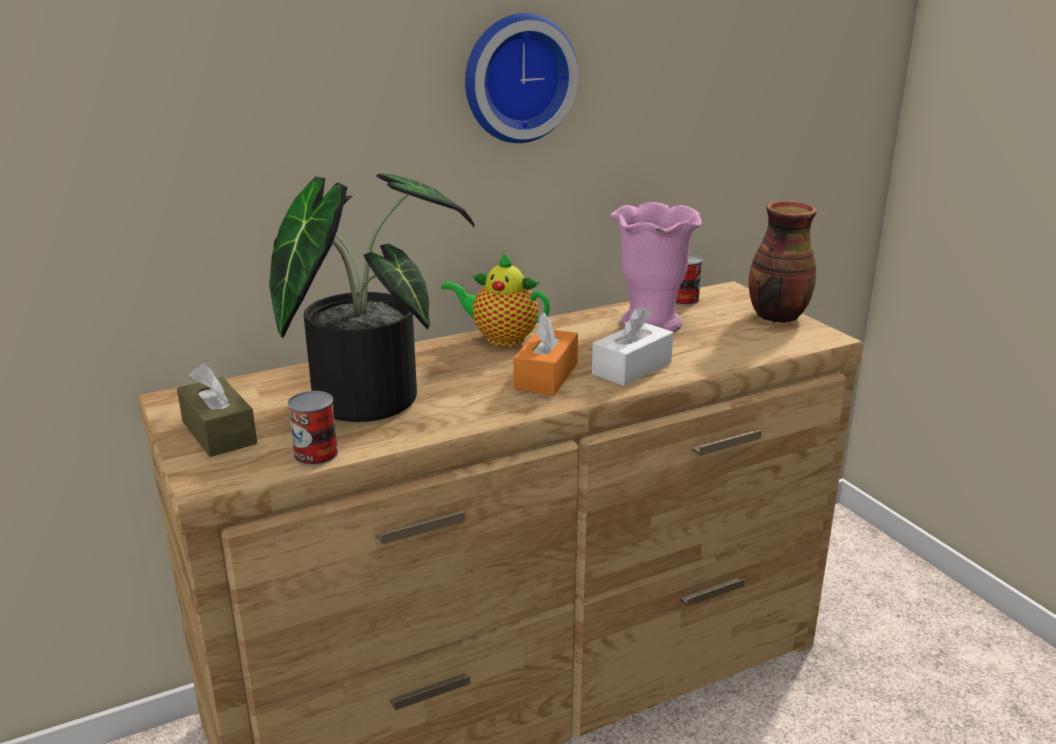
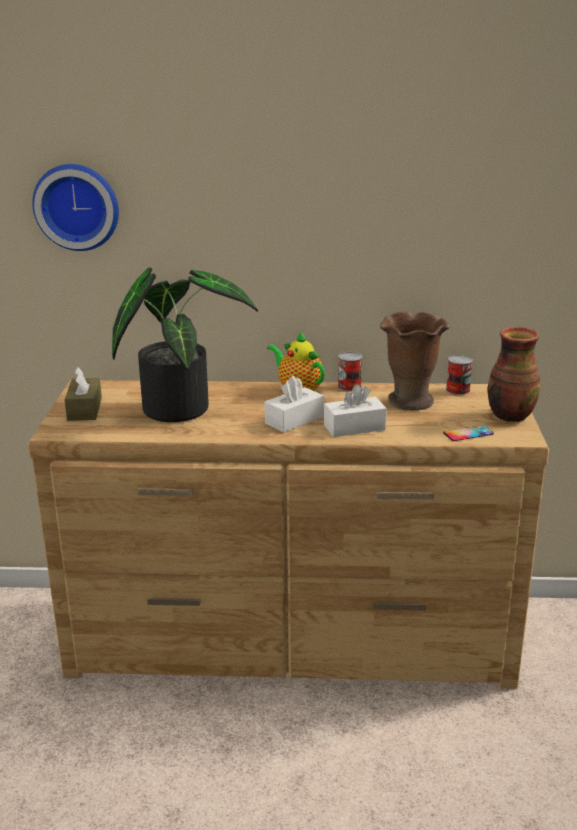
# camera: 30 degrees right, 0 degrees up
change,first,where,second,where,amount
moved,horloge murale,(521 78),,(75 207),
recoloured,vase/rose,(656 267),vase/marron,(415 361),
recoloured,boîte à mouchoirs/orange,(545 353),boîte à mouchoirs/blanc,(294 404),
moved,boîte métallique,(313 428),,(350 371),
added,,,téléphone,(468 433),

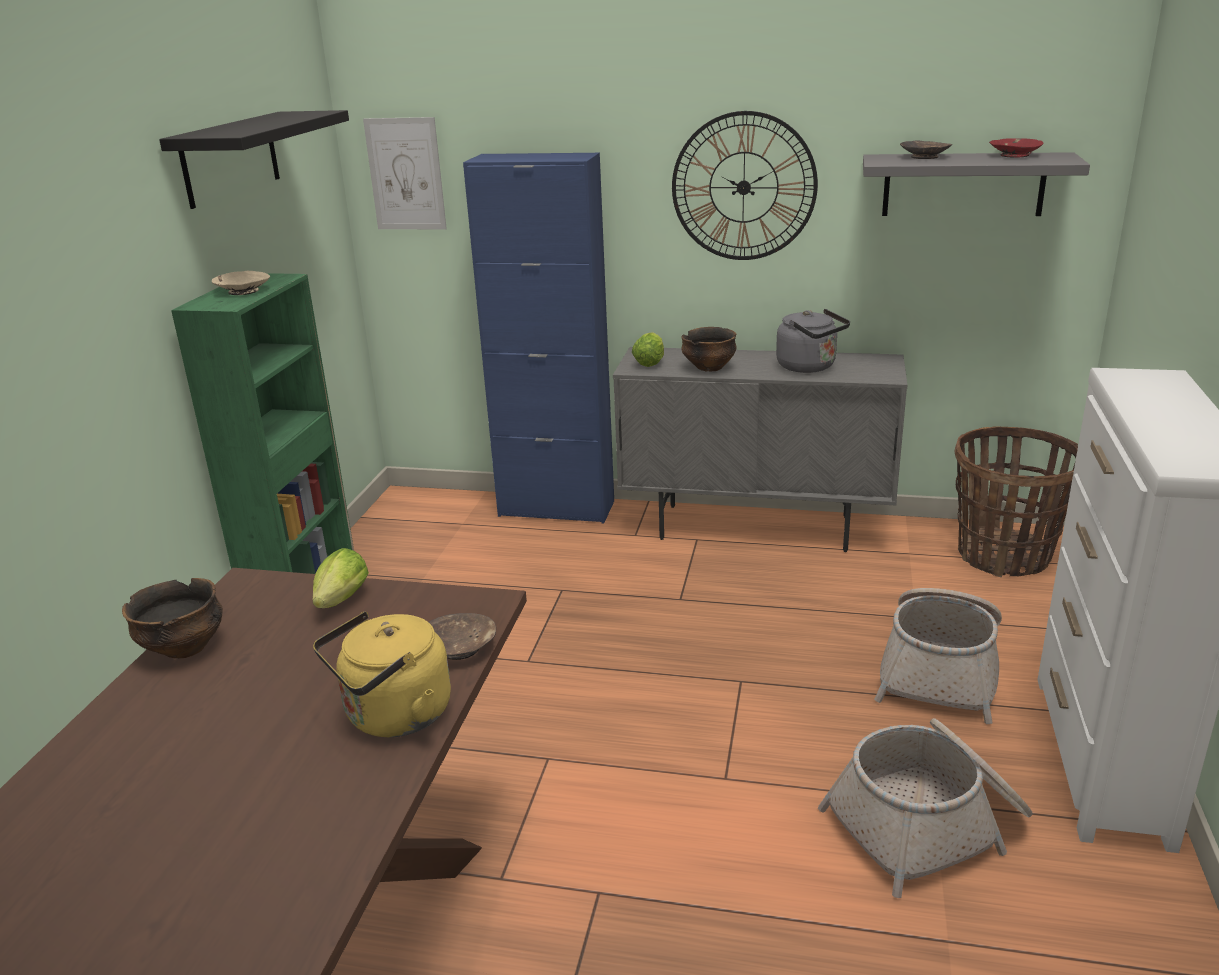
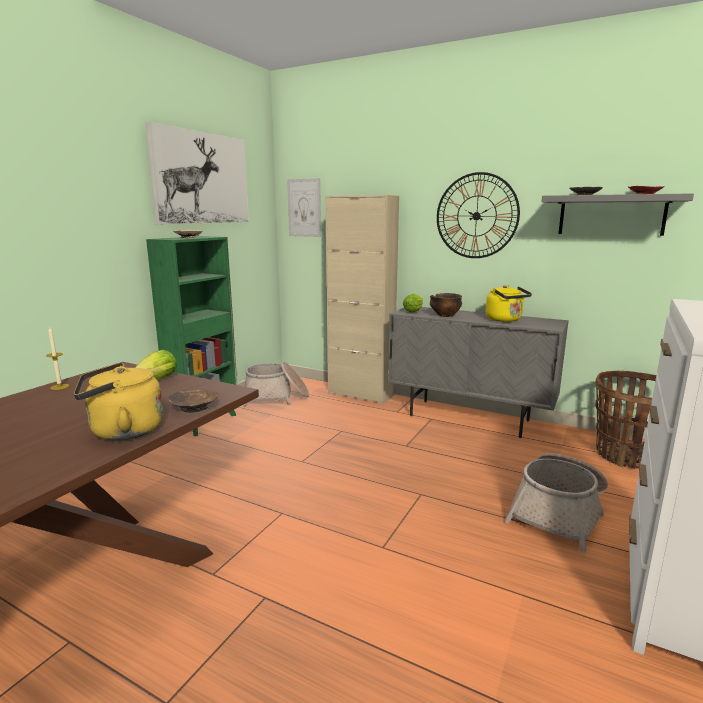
# camera: 15 degrees right, 10 degrees down
change,first,where,second,where,amount
replaced,étagère/noir,(254 159),tableau,(197 173),
recoloured,meuble de rangement/bleu,(538 338),meuble de rangement/beige,(362 299),
recoloured,bouilloire/gris,(813 341),bouilloire/jaune,(509 303),
replaced,bol,(172 618),bougie,(57 358),
moved,panier,(925 808),,(276 384),

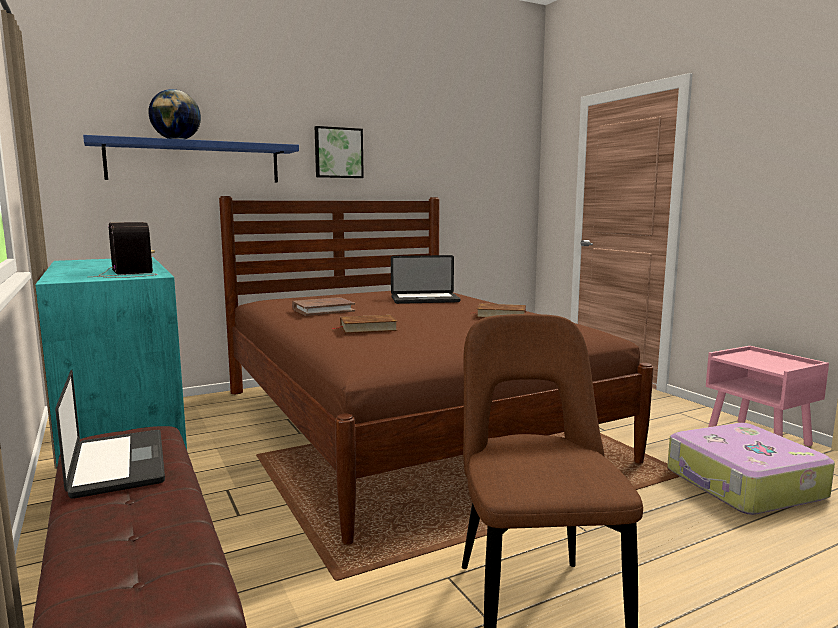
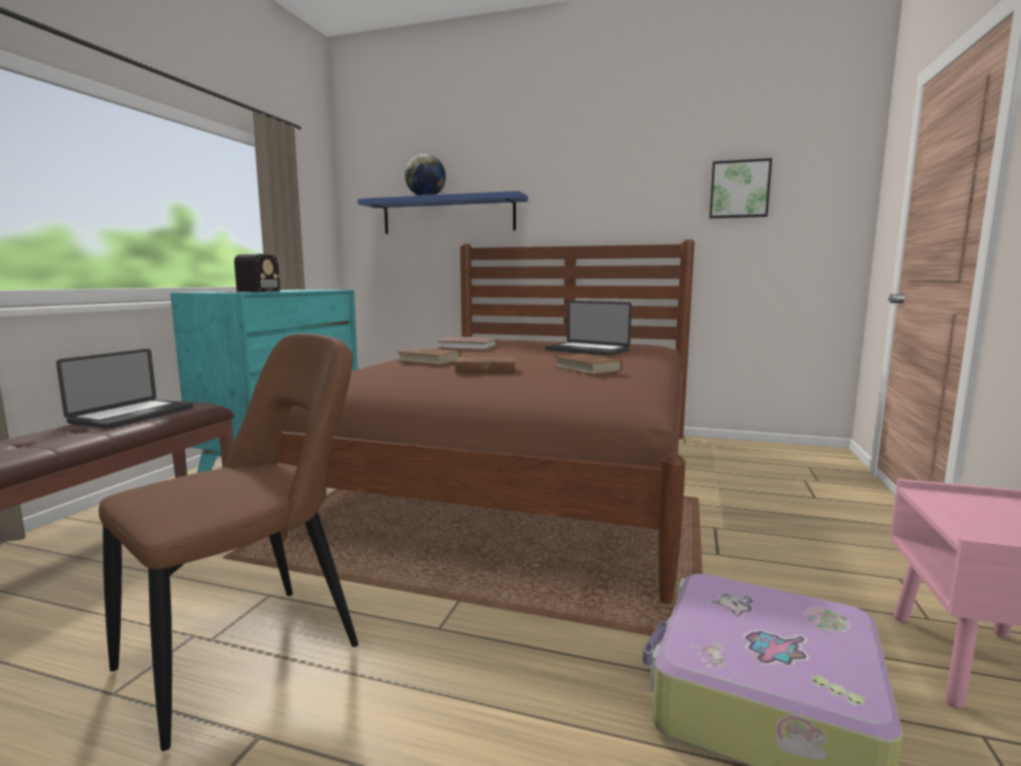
# camera: 45 degrees right, 0 degrees up
change,first,where,second,where,amount
moved,tableau,(339 152),,(740 188),
added,,,livre/marron,(490 365),

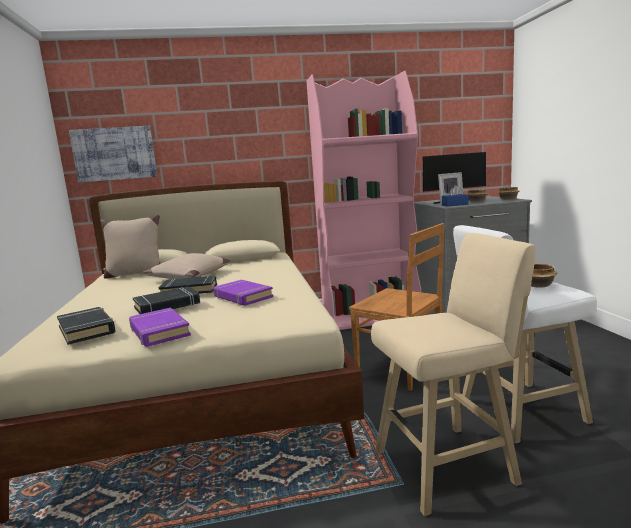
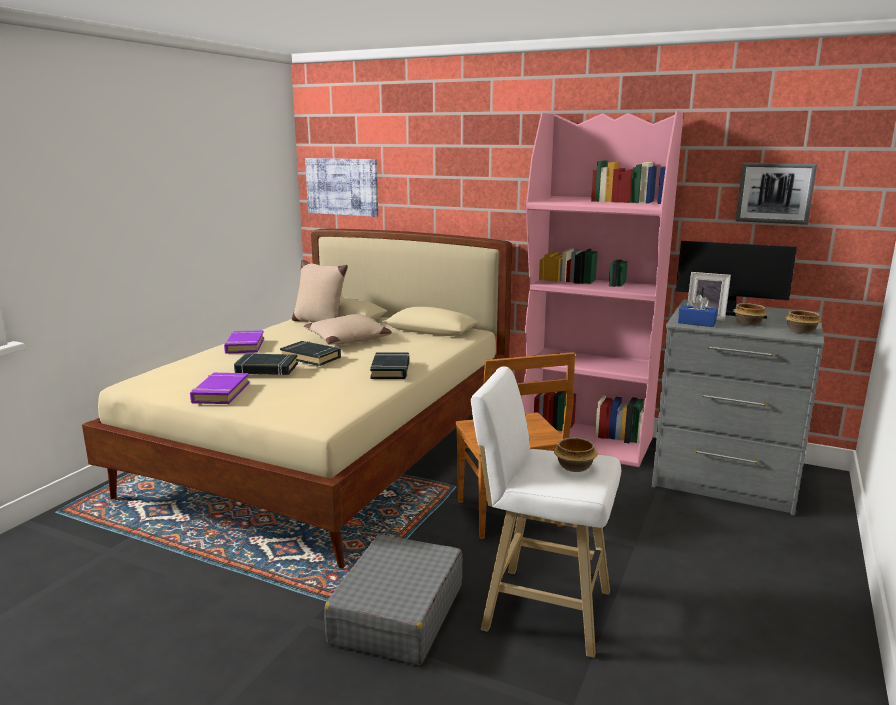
# camera: 35 degrees right, 5 degrees up
change,first,where,second,where,amount
replaced,tabouret/beige,(453 374),valise/gris,(393 600),
moved,livre/violet,(243 293),,(244 342),
moved,livre/noir,(86 326),,(390 365),
added,,,tableau,(776 194),

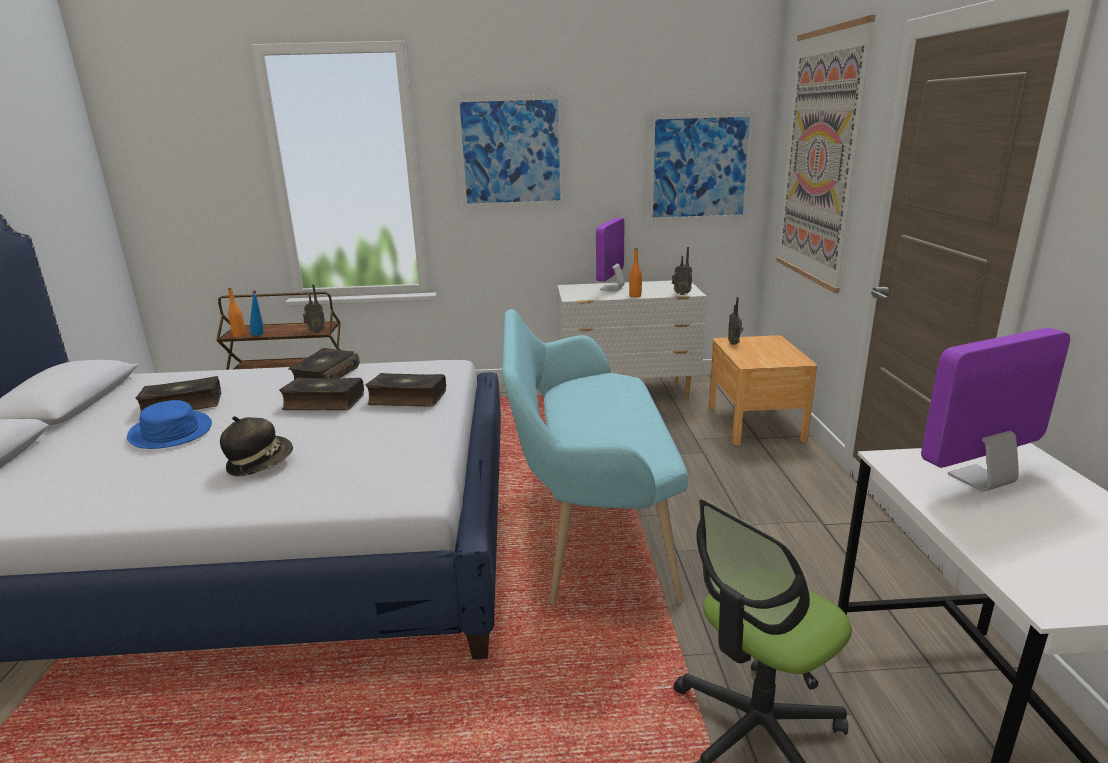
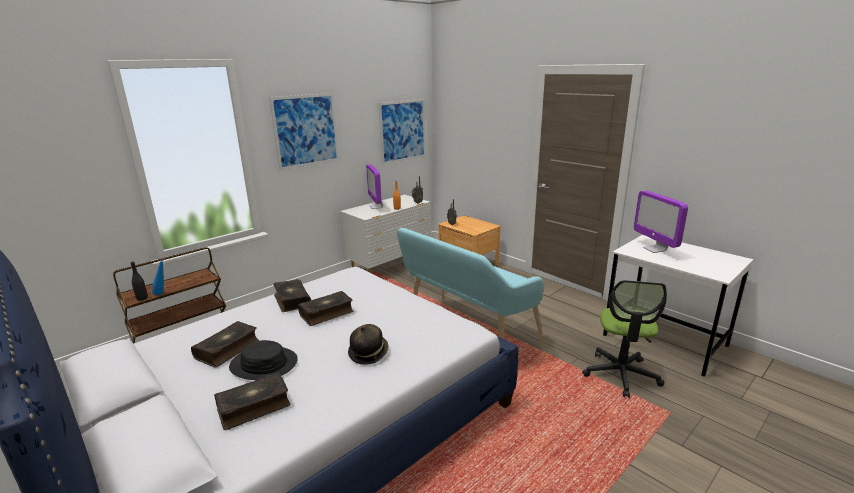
# camera: 40 degrees left, 0 degrees up
change,first,where,second,where,amount
removed,tableau,(825 154),,,
removed,radio,(314 309),,,
recoloured,bouteille/orange,(237 312),bouteille/noir,(139 281),
turned,écran d'ordinateur,(995 409),,(661 221),45 degrees counterclockwise
moved,livre,(406 389),,(252 401),
recoloured,chapeau/bleu,(169 424),chapeau/noir,(263 360),

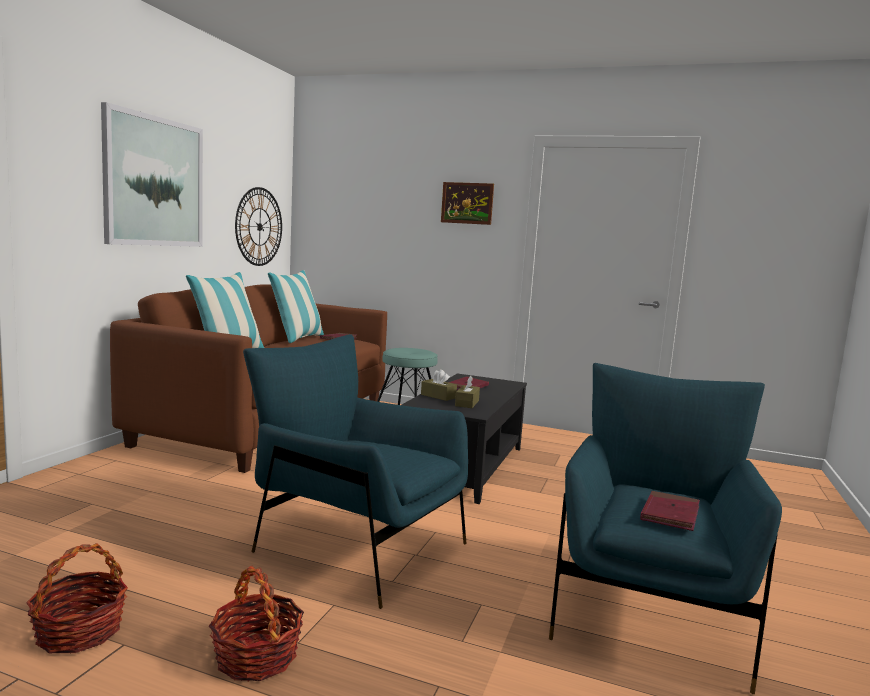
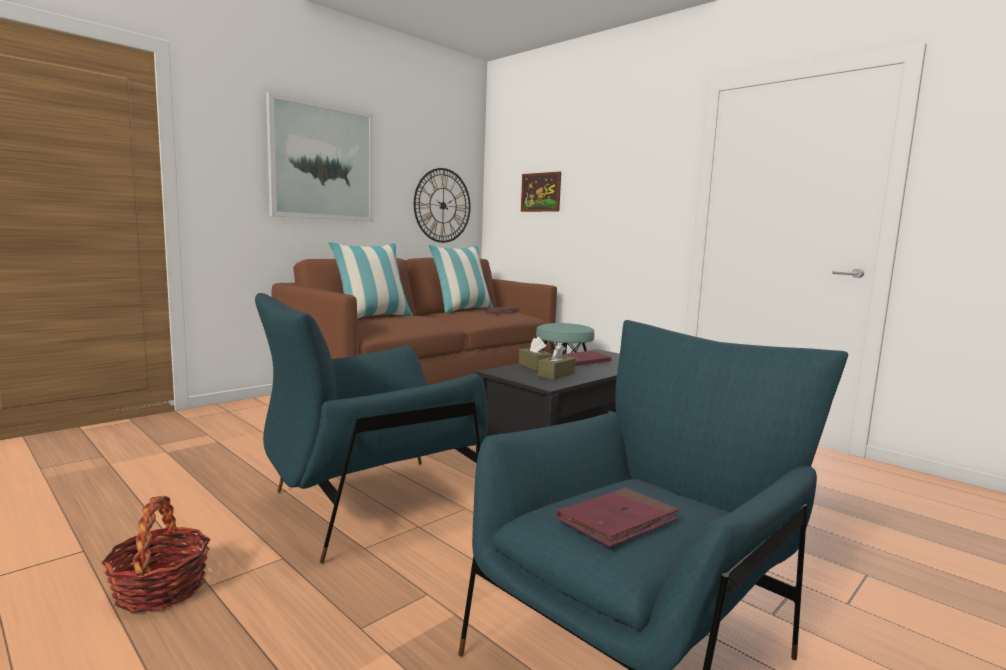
# camera: 25 degrees right, 0 degrees up
change,first,where,second,where,amount
moved,tableau,(467 203),,(541 191),
turned,fauteuil/bleu,(355 471),,(371 428),90 degrees counterclockwise
removed,panier,(77 598),,,

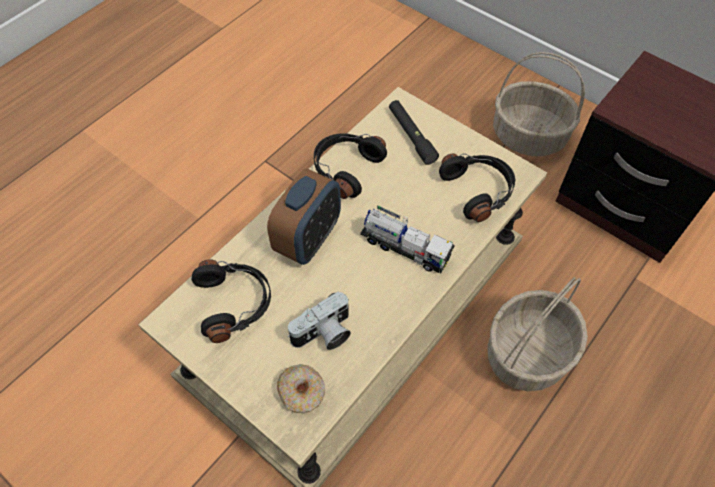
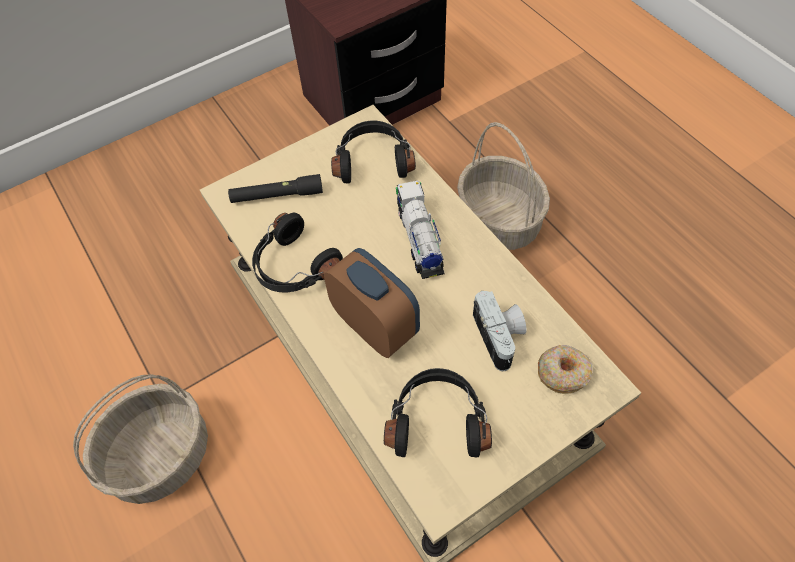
# camera: 70 degrees left, 0 degrees up
change,first,where,second,where,amount
moved,panier,(539 104),,(140 439),
turned,camion jouet,(407 240),,(420 230),60 degrees counterclockwise

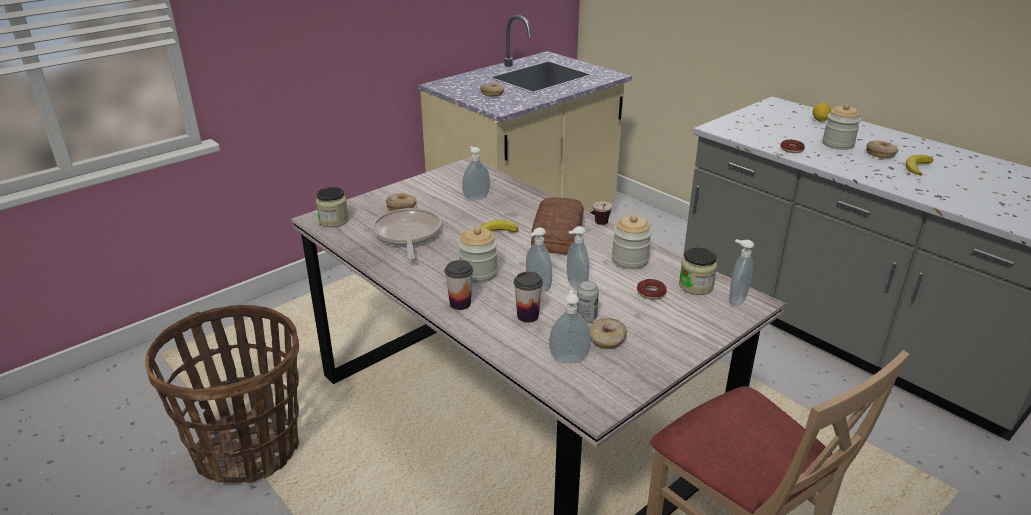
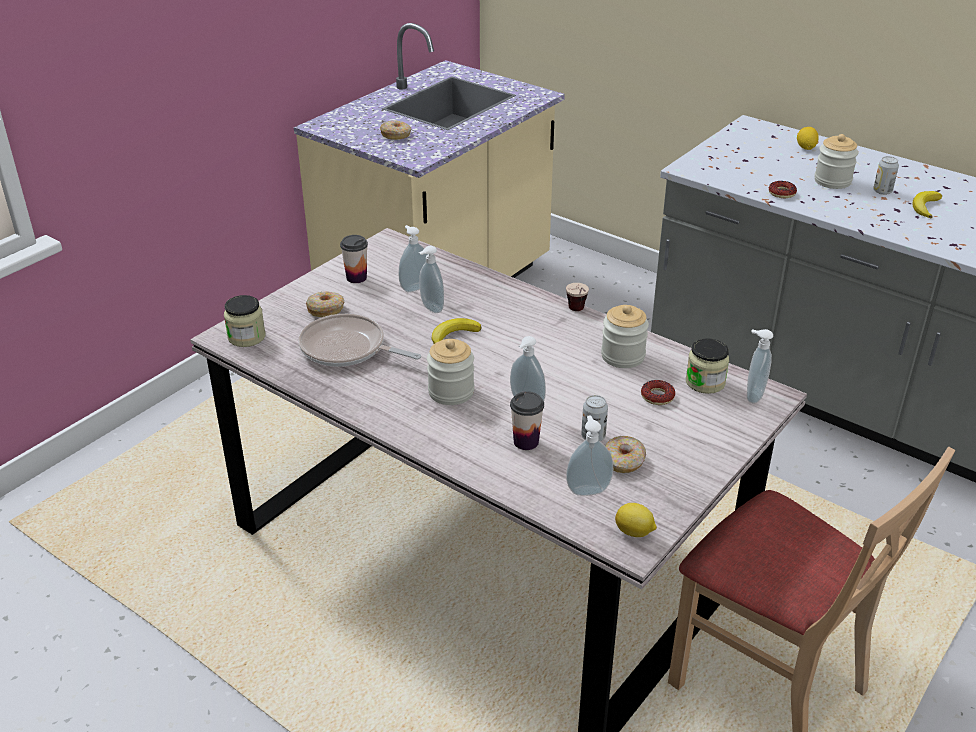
# camera: 10 degrees left, 5 degrees up
change,first,where,second,where,amount
replaced,beignet,(882 149),boîte métallique,(886 175),
removed,pain,(557 226),,,
turned,poêle,(407 234),,(359 340),45 degrees counterclockwise
moved,distributeur de savon,(578 258),,(431 279),
moved,tasse,(459 285),,(354 259),
removed,panier,(222 394),,,
added,,,citron,(636 520),

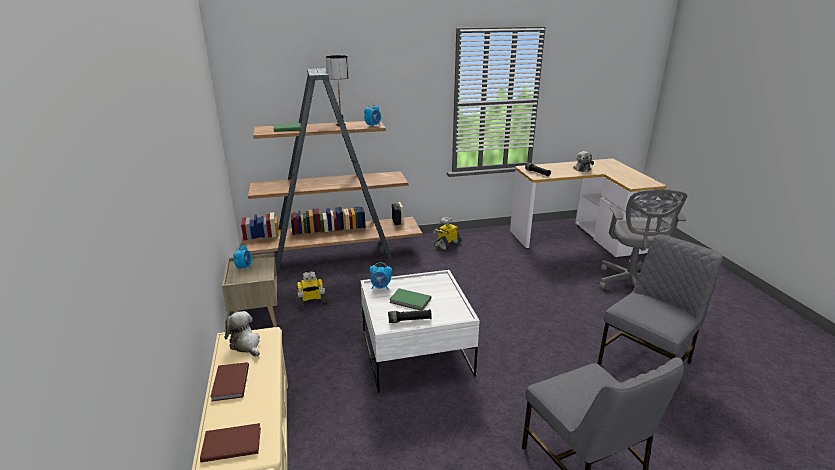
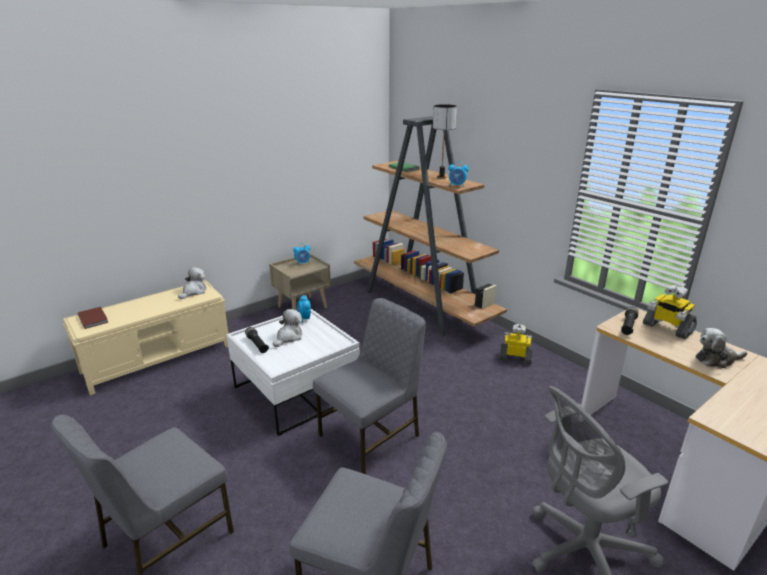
# camera: 65 degrees right, 0 degrees up
change,first,where,second,where,amount
moved,robot jouet,(311 290),,(670 312),
replaced,livre/vert,(410 299),peluche,(287 328),
removed,livre/marron,(229 381),,,
added,,,chaise/gris,(369 386),

